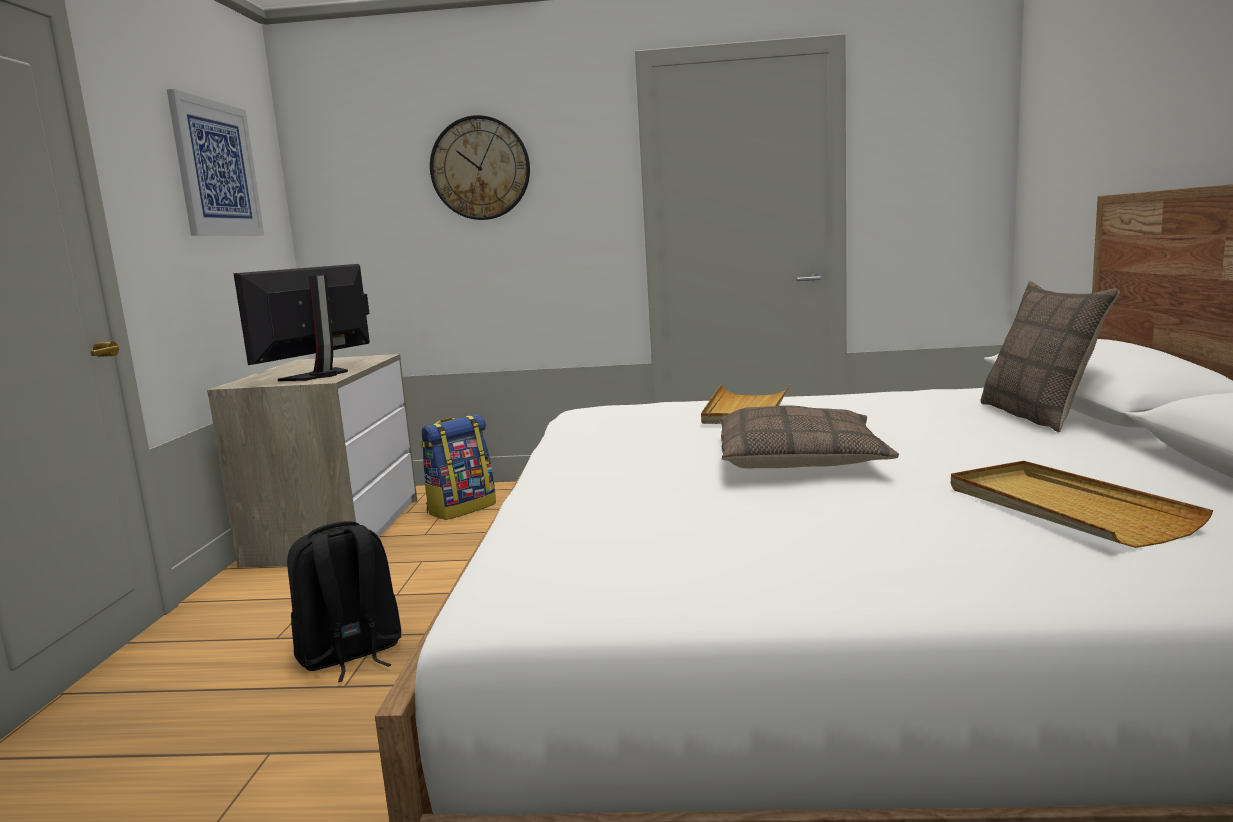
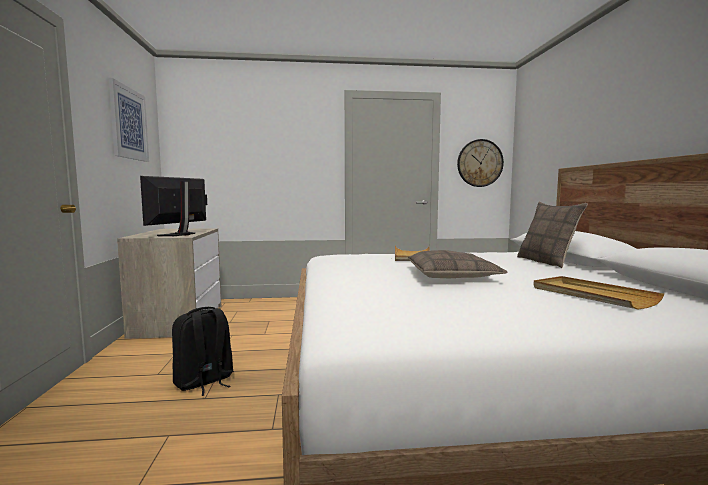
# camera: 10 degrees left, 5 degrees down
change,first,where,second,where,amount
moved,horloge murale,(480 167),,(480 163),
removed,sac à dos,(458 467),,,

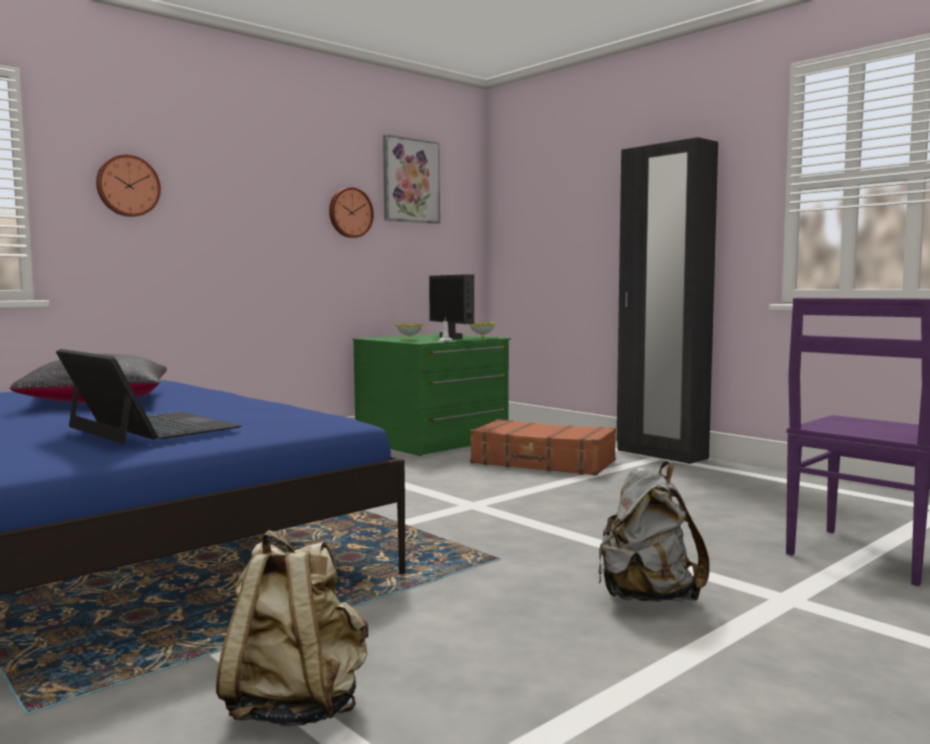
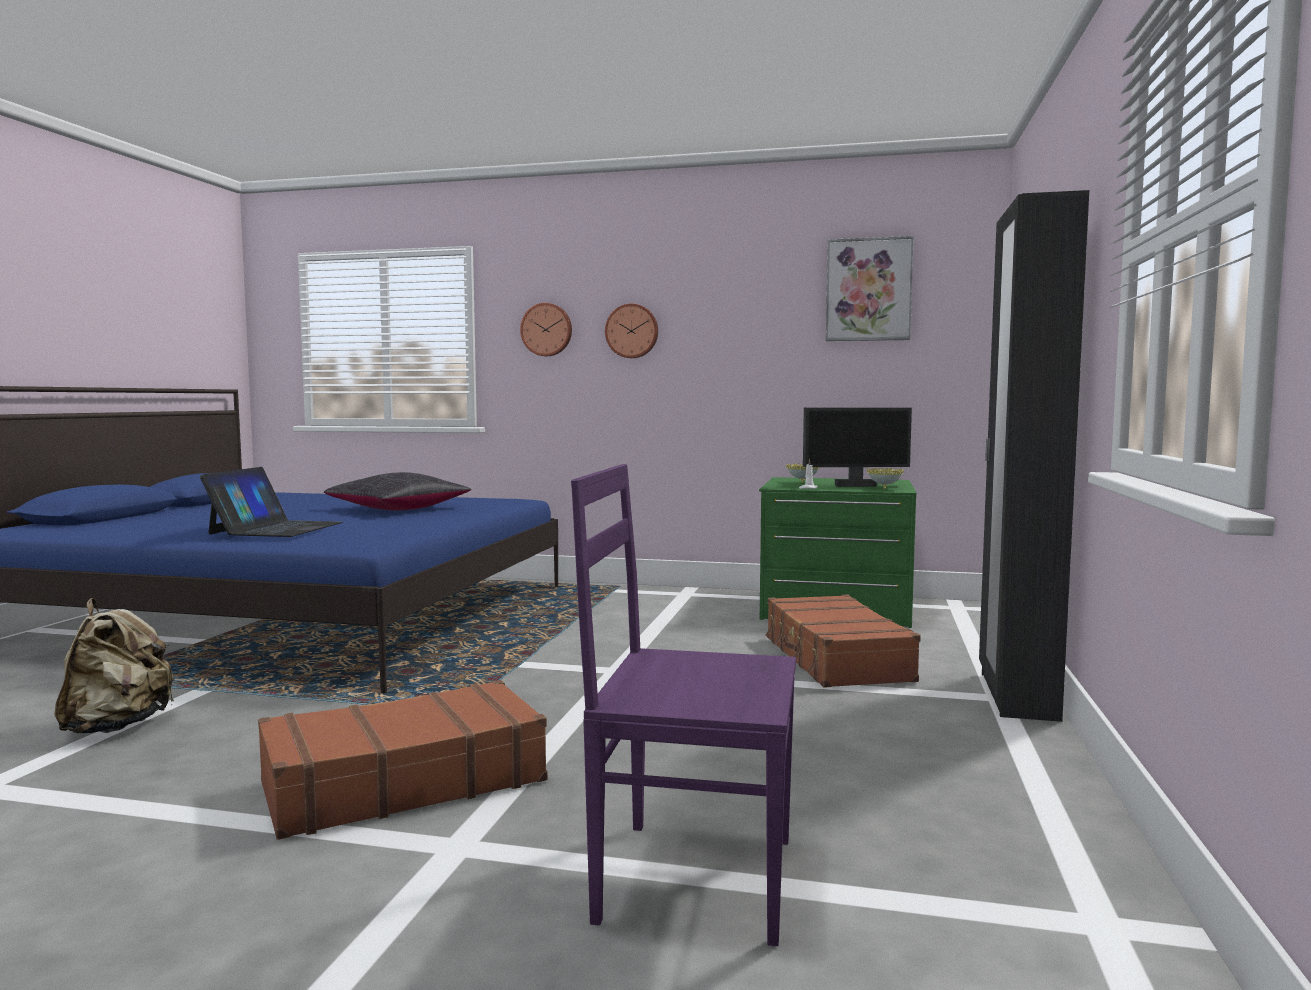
# camera: 55 degrees right, 0 degrees up
change,first,where,second,where,amount
moved,horloge murale,(351 212),,(631 331),
turned,écran d'ordinateur,(451 306),,(857 447),120 degrees counterclockwise
replaced,sac à dos/gris,(654 532),valise/marron,(403 760),

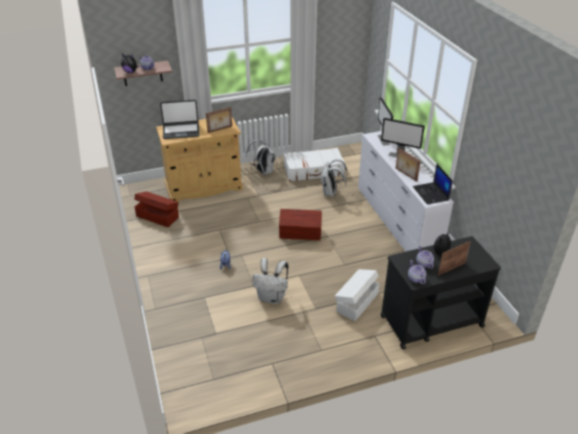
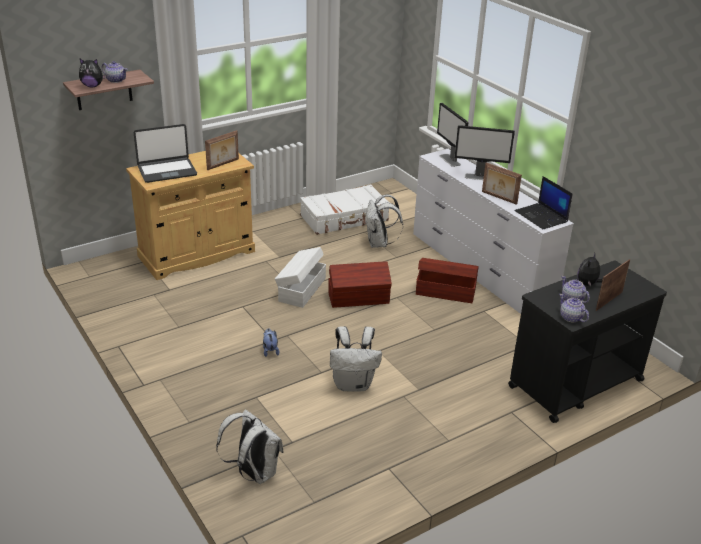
# camera: 15 degrees left, 5 degrees down
change,first,where,second,where,amount
moved,sac à dos/blanc,(261 157),,(250 446),
moved,boîte de rangement/marron,(156 209),,(447 280),
moved,boîte de rangement/blanc,(357 295),,(300 277),

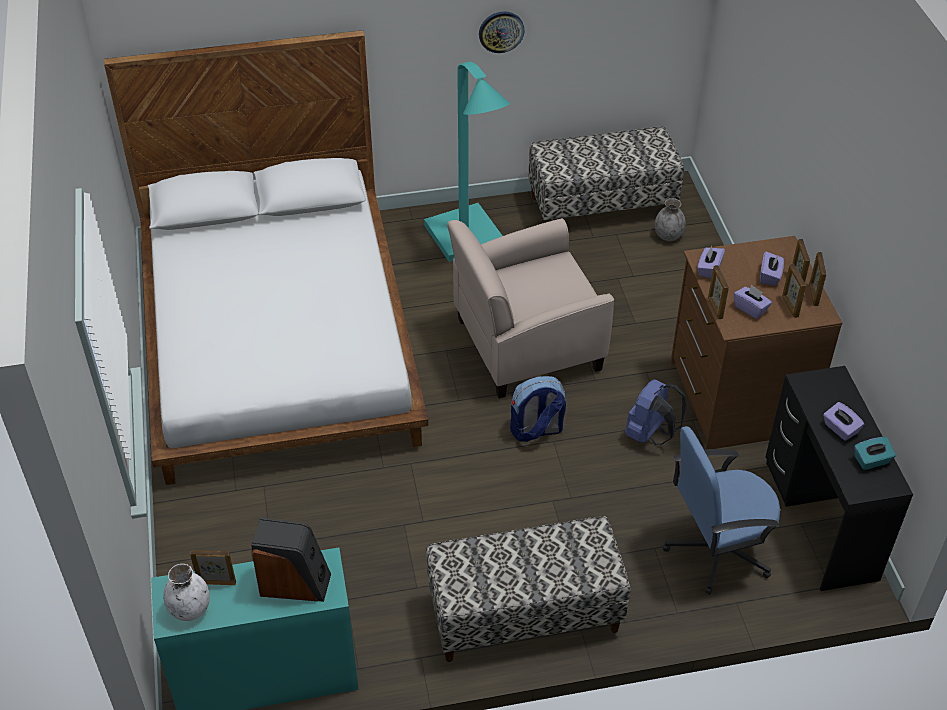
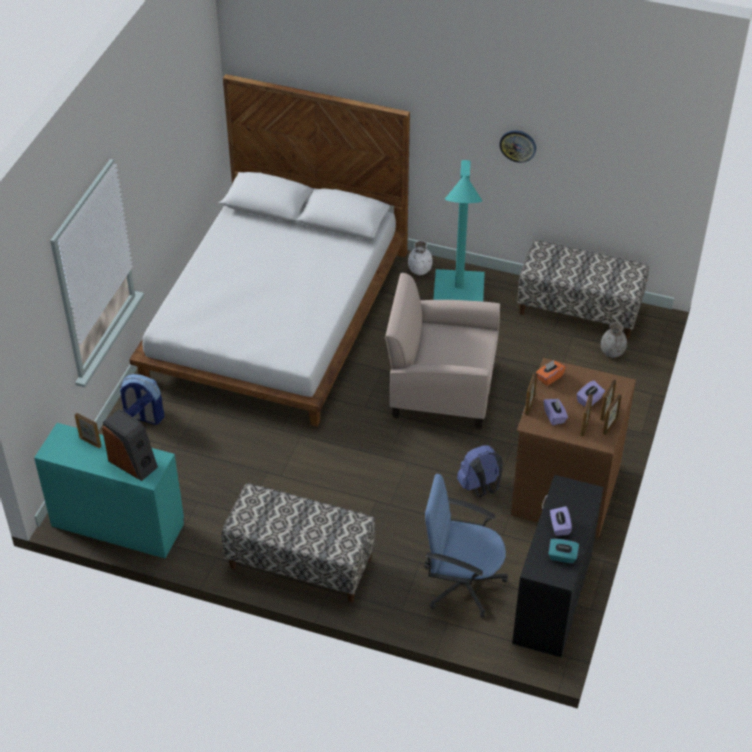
# camera: 30 degrees right, 0 degrees up
change,first,where,second,where,amount
recoloured,boîte à mouchoirs/violet,(711 261),boîte à mouchoirs/orange,(551 373),
moved,sac à dos,(538 409),,(142 399),
moved,vase/blanc,(186 592),,(420 258),

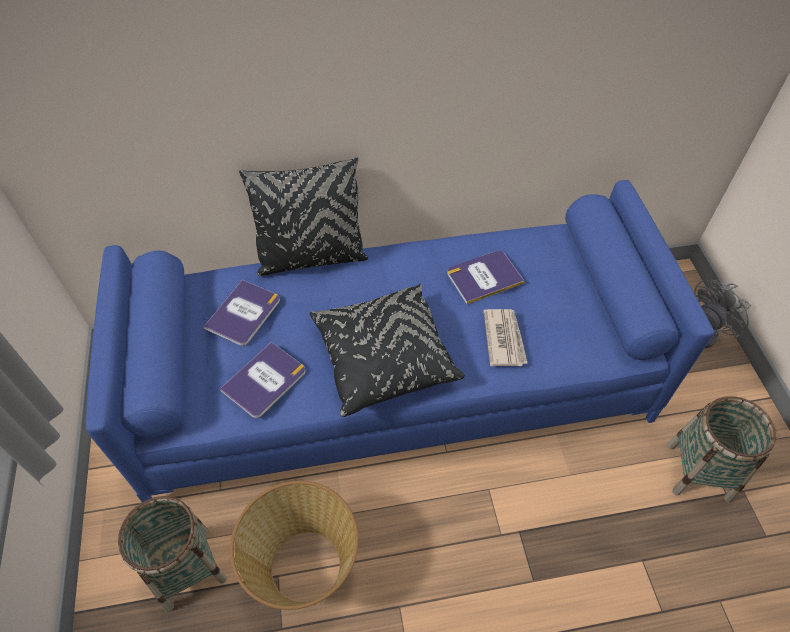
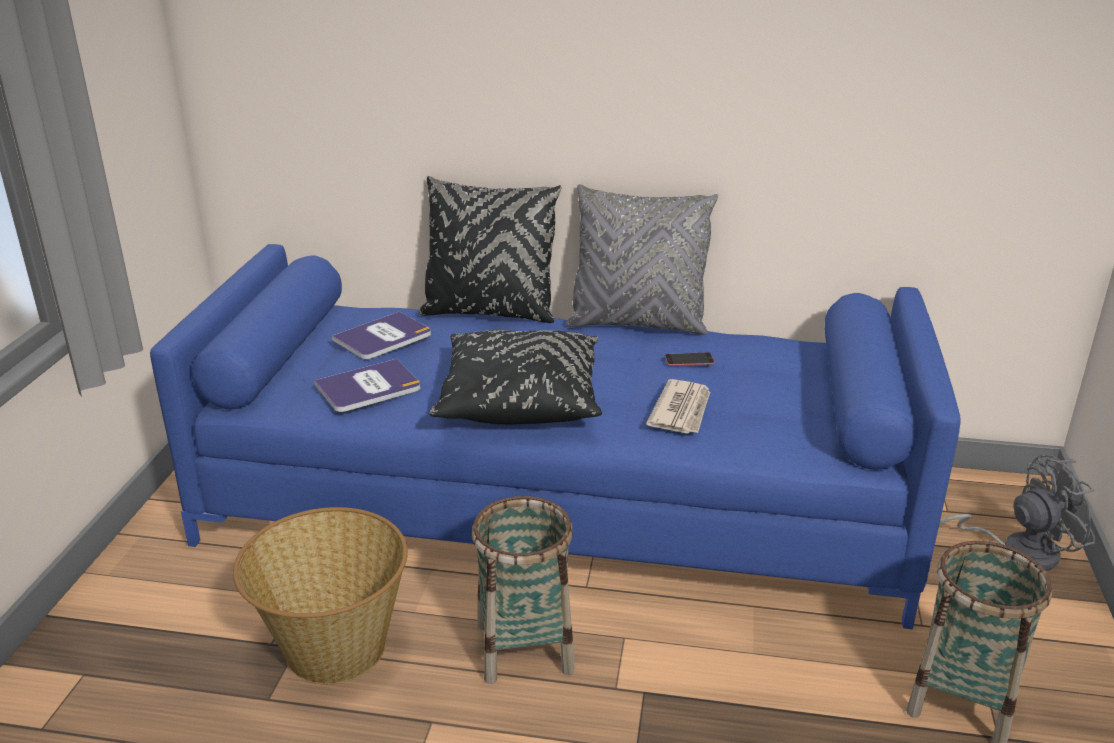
# camera: 20 degrees right, 25 degrees down
change,first,where,second,where,amount
replaced,livre,(485 277),téléphone,(690 359),
moved,panier,(172 554),,(523 590),
added,,,coussin/gris,(642 259),

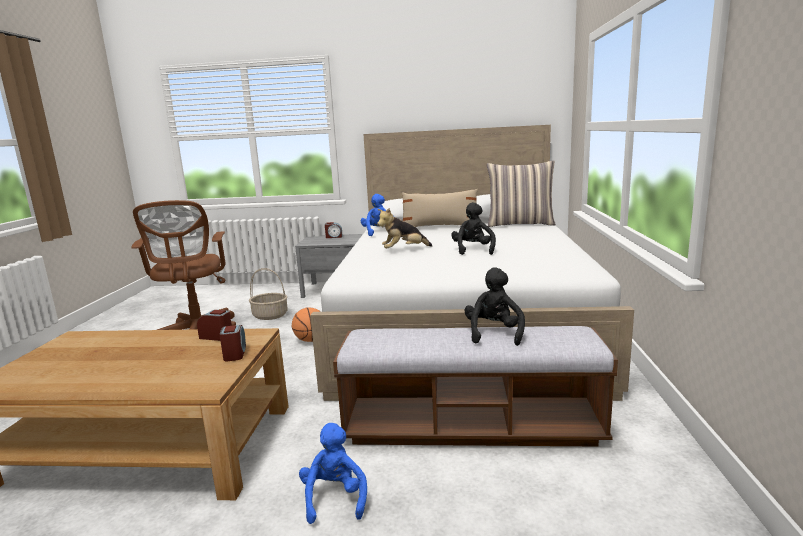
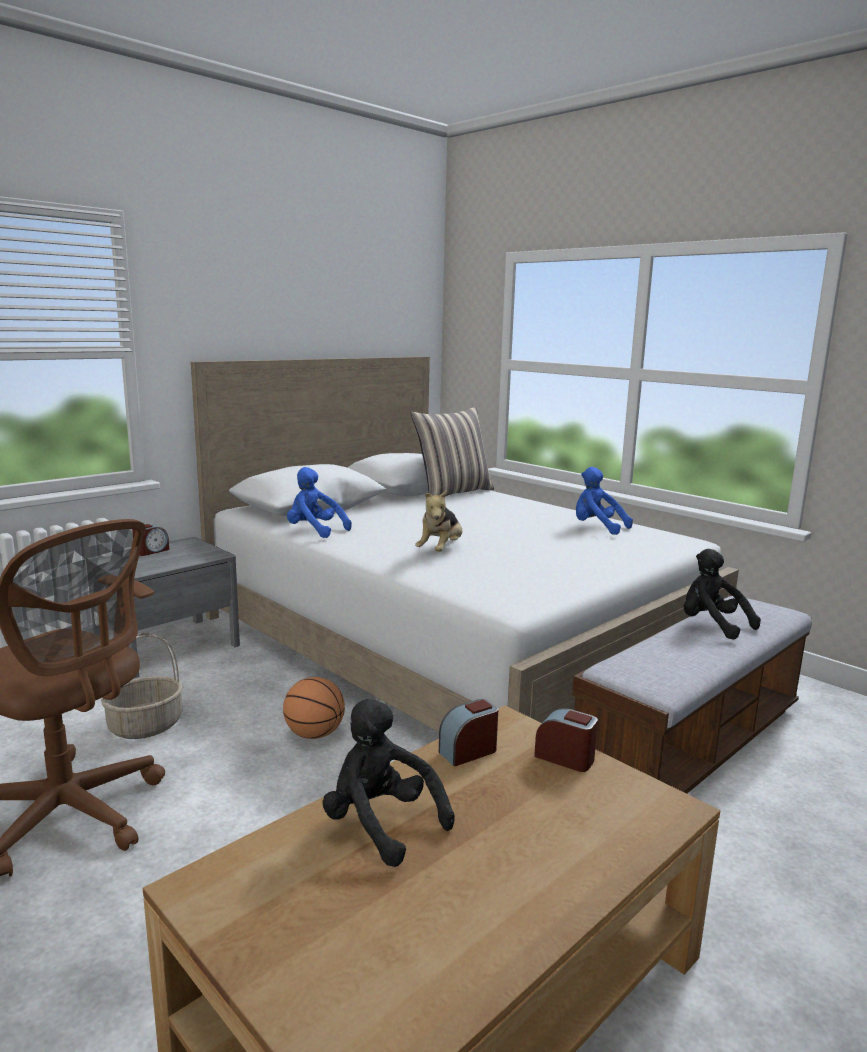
# camera: 50 degrees left, 0 degrees up
change,first,where,second,where,amount
removed,coussin/beige,(440 208),,,
moved,peluche/noir,(473 228),,(389 783),
moved,peluche/bleu,(333 473),,(604 501),

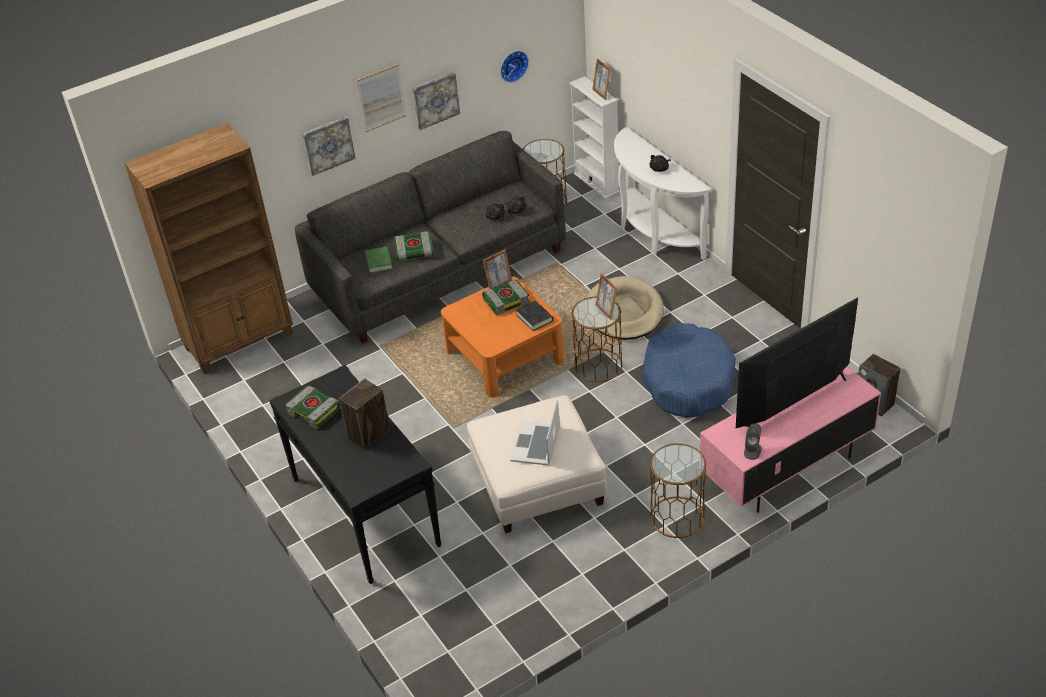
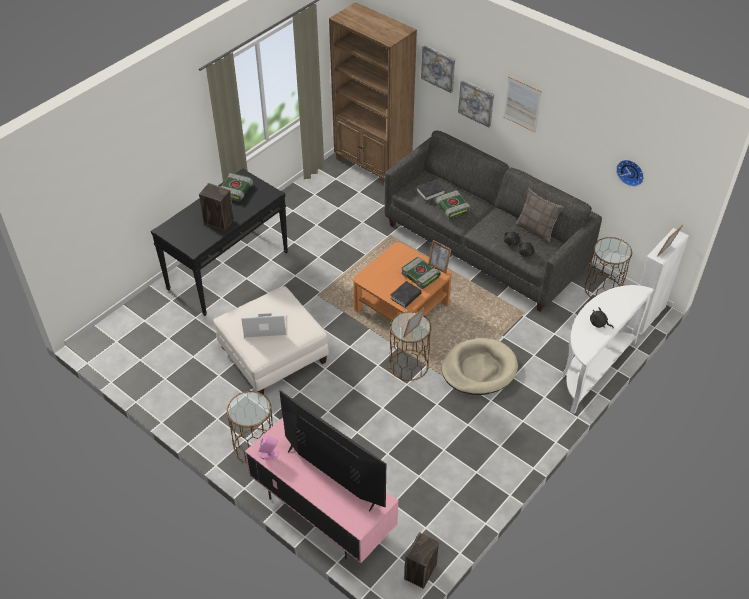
# camera: 70 degrees right, 5 degrees up
change,first,where,second,where,amount
moved,tableau,(436 101),,(438 69),
recoloured,livre/vert,(378 260),livre/noir,(430 190),
removed,panier pour chien/bleu,(688 370),,,
recoloured,enceinte/gris,(752 441),enceinte/rose,(269 447),
added,,,coussin,(539 215),

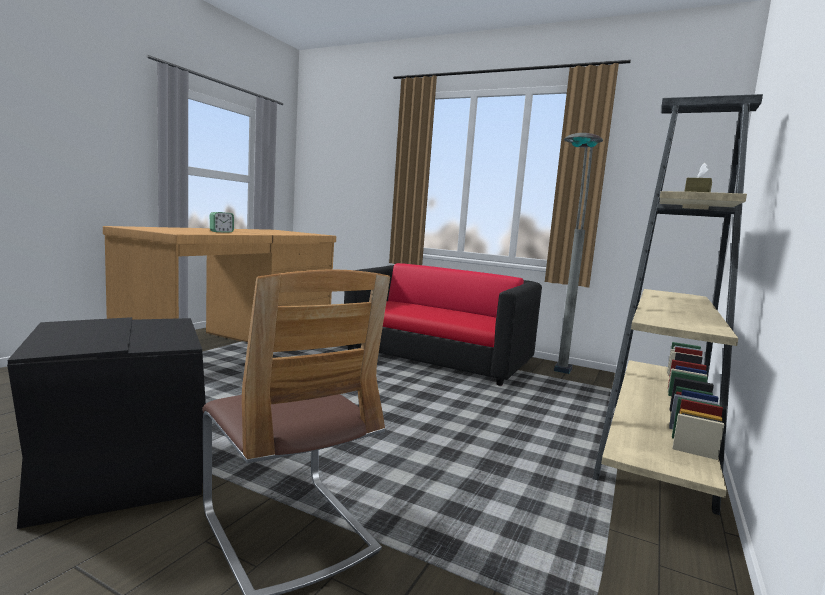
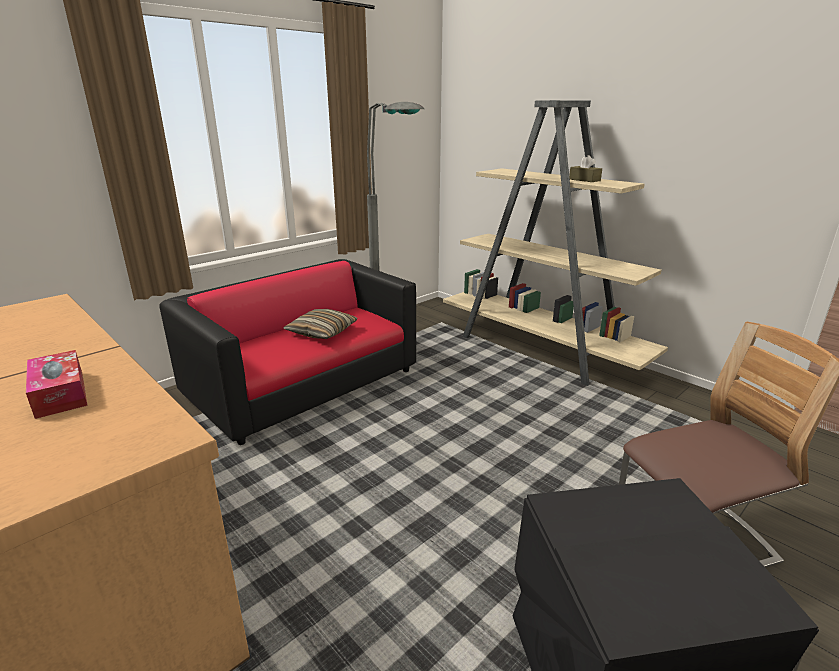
# camera: 70 degrees left, 15 degrees up
change,first,where,second,where,amount
replaced,réveil,(222 222),boîte à mouchoirs,(57 384),
added,,,coussin,(321 324),

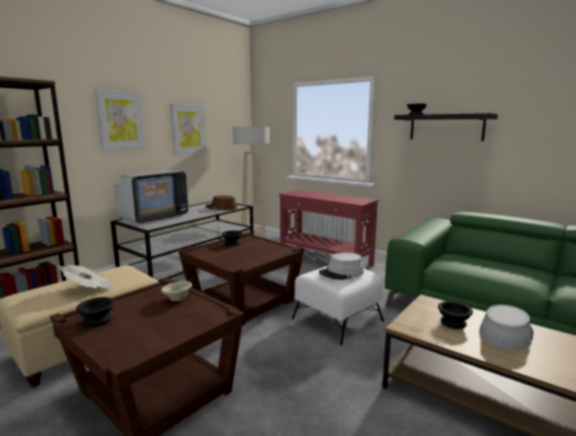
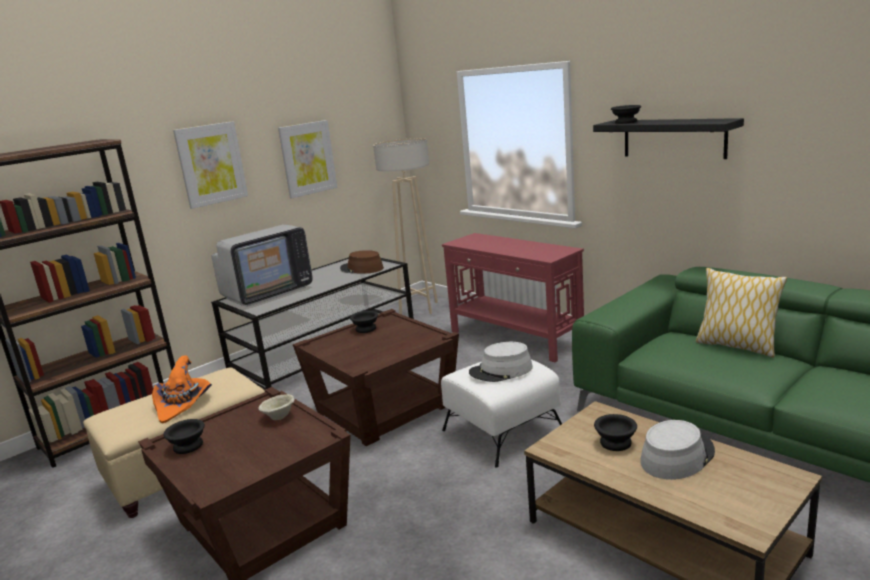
# camera: 10 degrees right, 5 degrees up
change,first,where,second,where,amount
replaced,journal,(86 277),chapeau/orange,(182 389),
added,,,coussin,(741 313),

